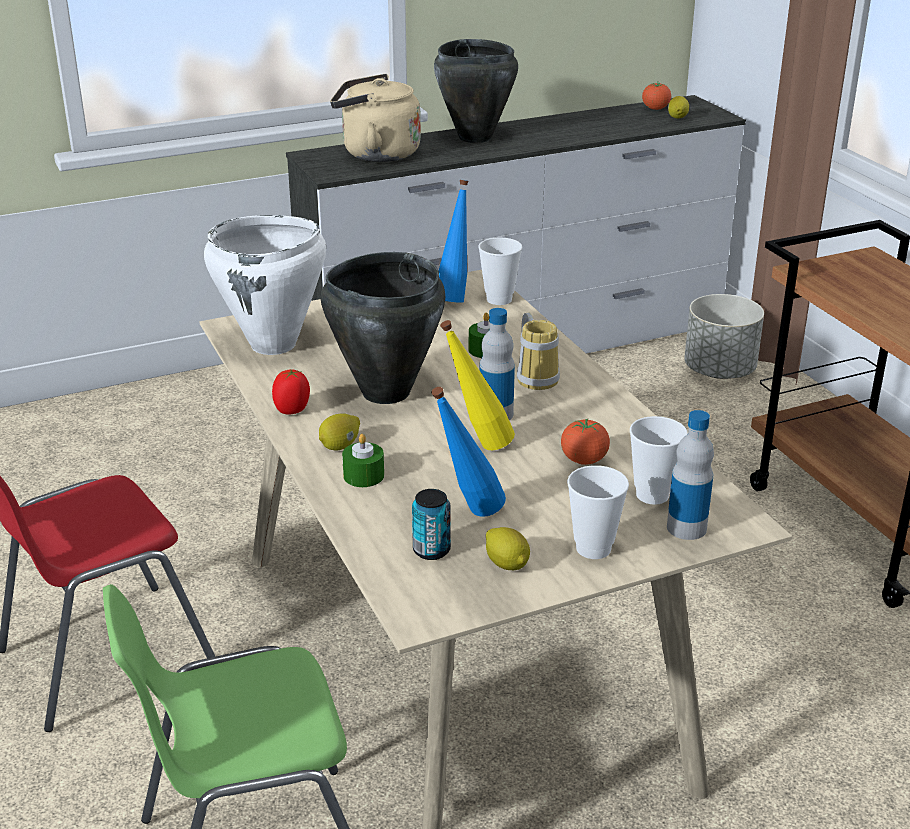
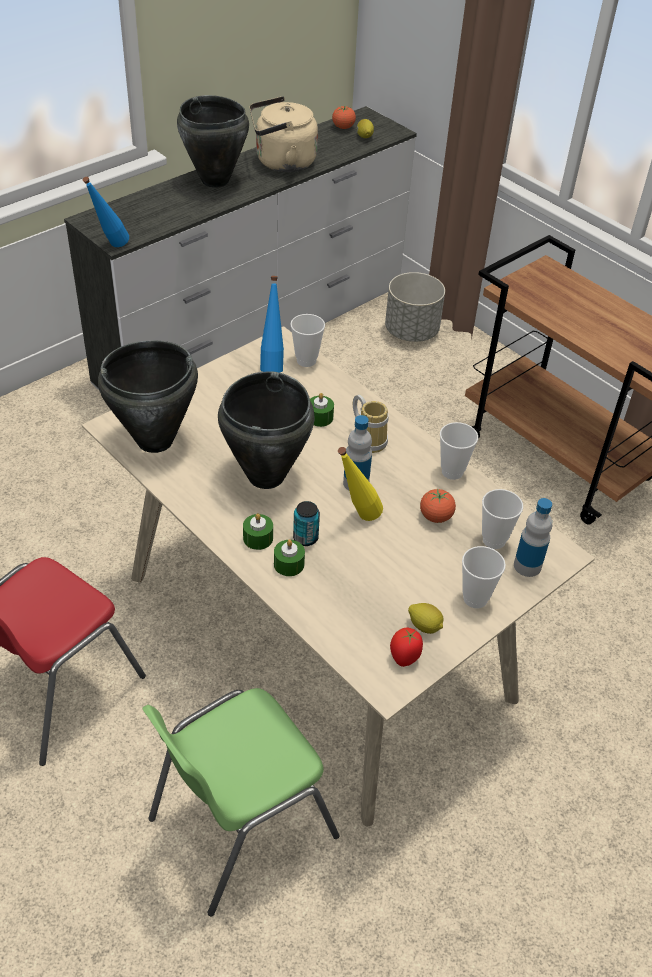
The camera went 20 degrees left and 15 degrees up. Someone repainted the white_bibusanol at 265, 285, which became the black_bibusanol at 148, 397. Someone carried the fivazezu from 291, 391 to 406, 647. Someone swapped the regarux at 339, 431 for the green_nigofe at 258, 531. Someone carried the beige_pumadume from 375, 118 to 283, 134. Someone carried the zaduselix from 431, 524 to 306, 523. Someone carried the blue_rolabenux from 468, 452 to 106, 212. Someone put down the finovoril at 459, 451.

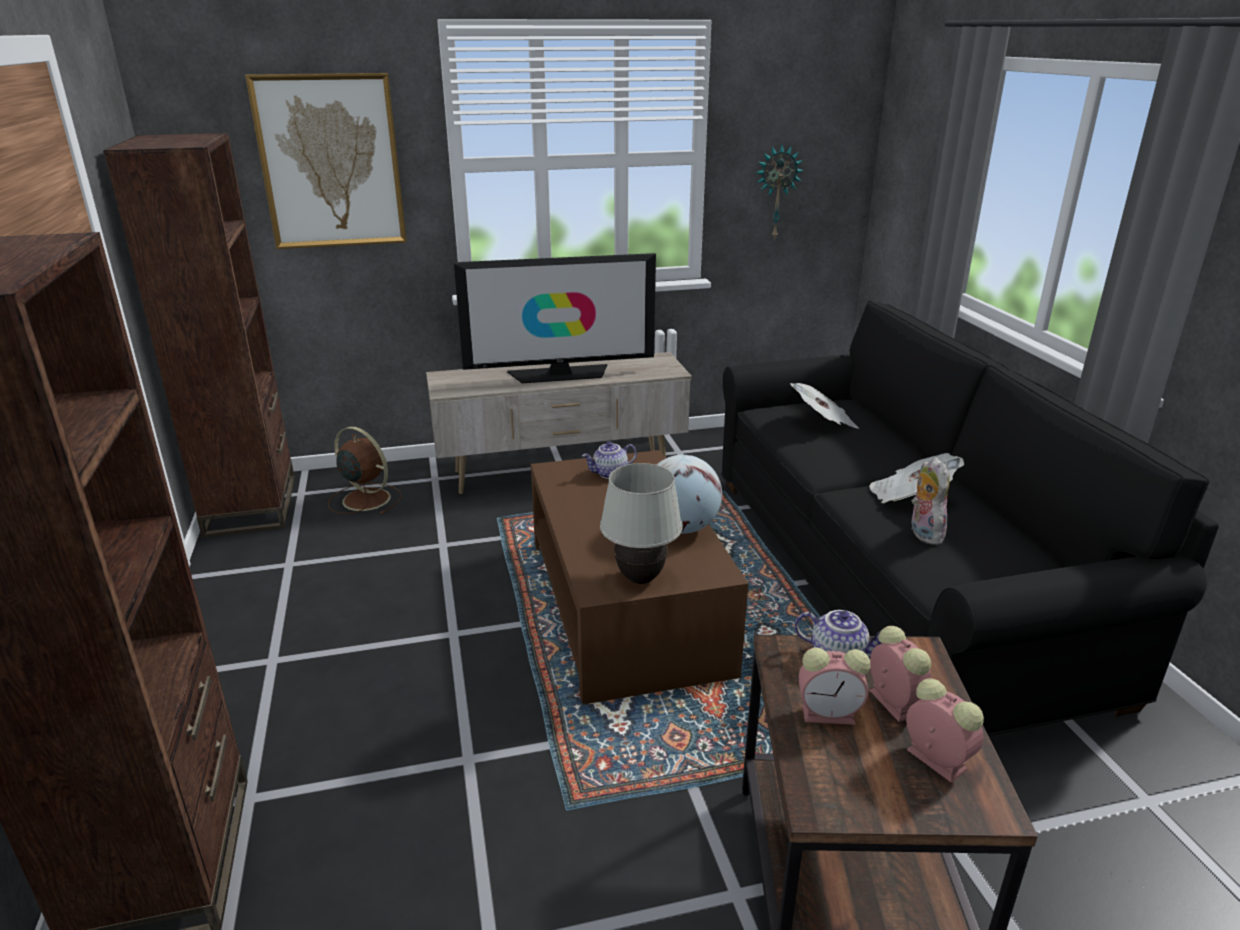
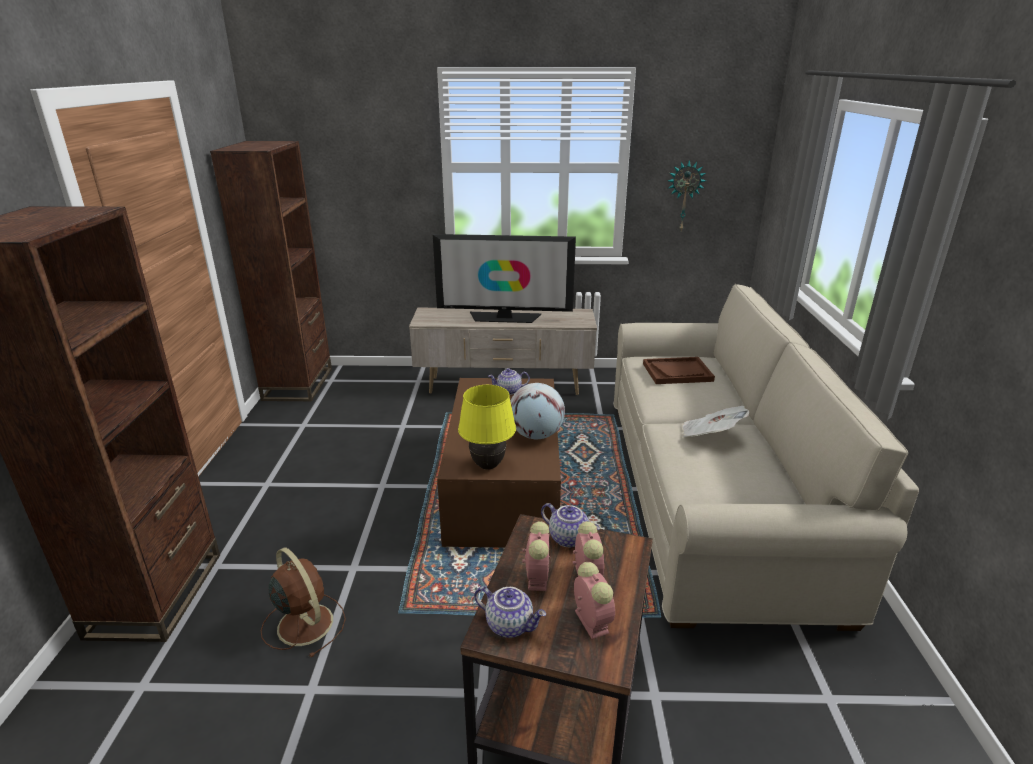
The camera went 15 degrees right and 0 degrees up. Someone took away the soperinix at 326, 161. Someone carried the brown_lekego from 365, 470 to 303, 603. Someone repainted the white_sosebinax at 641, 523, which became the yellow_sosebinax at 487, 427. Someone repainted the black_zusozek at 970, 518, which became the beige_zusozek at 766, 457. Someone swapped the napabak at 824, 406 for the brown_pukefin at 679, 370. Someone rotated the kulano at 834, 686 by 105 degrees counterclockwise. Someone took away the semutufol at 930, 501. Someone put down the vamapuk at 510, 612.

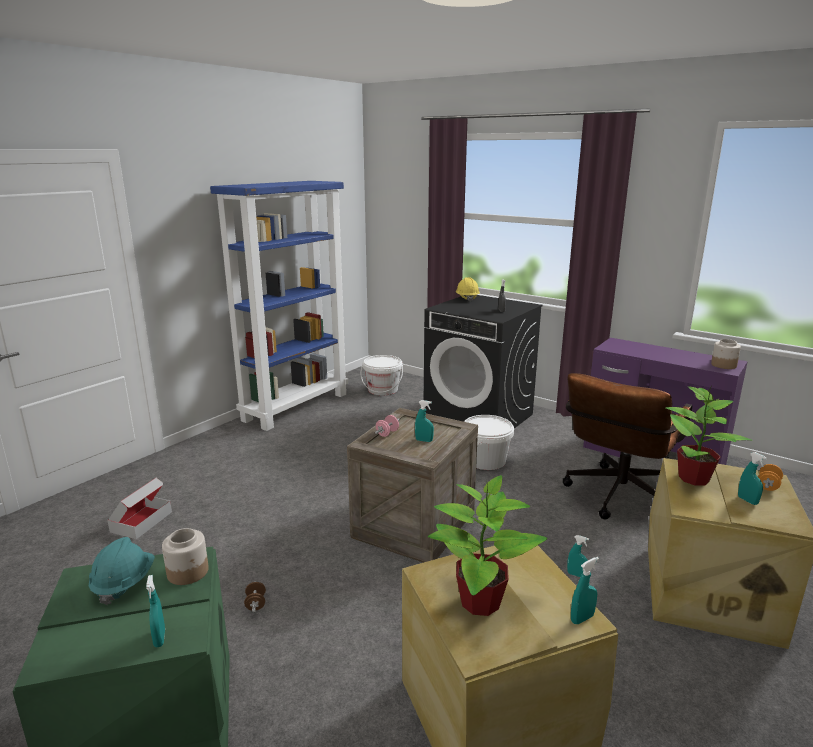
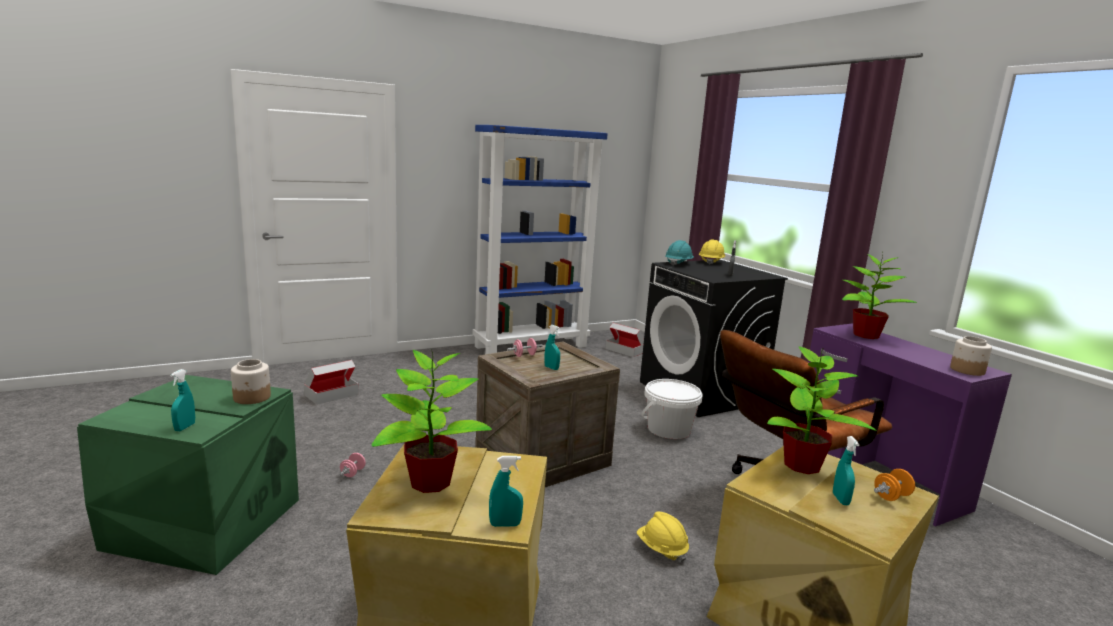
The camera went 25 degrees right and 5 degrees down. Someone carried the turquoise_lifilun from 122, 571 to 679, 253. Someone repainted the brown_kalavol at 255, 597, which became the pink_kalavol at 353, 465. Someone swapped the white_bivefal at 382, 375 for the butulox at 625, 340. Someone swapped the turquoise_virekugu at 578, 556 for the yellow_lifilun at 663, 537. Someone put down the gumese at 879, 295.

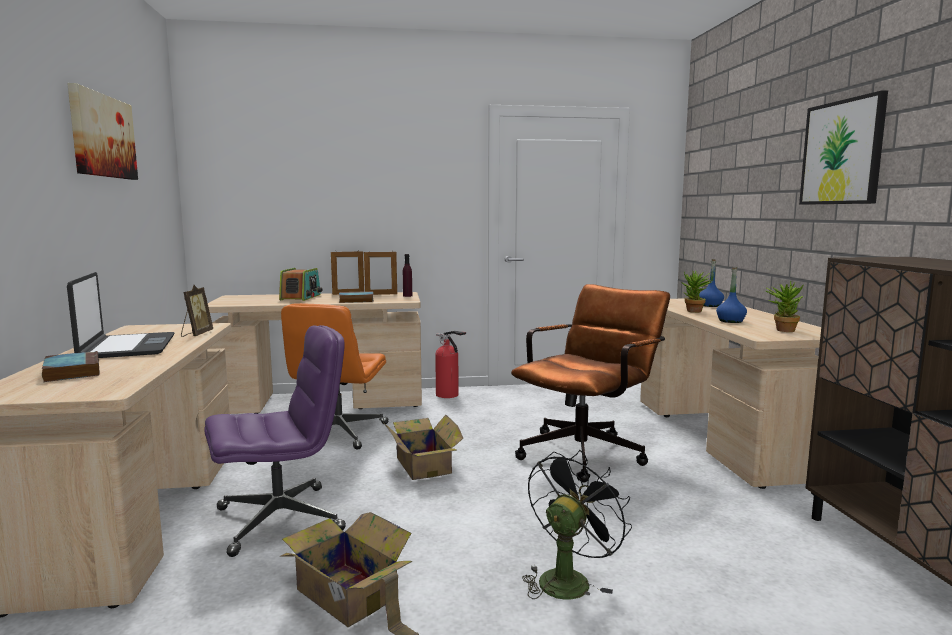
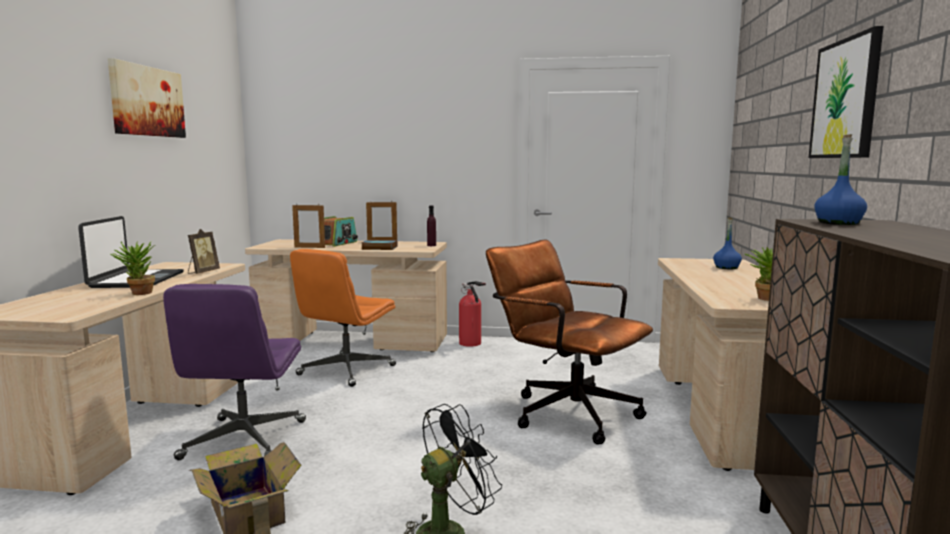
The camera went 15 degrees right and 0 degrees up. Someone took away the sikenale at 70, 366. Someone rotated the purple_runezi at 275, 441 by 105 degrees clockwise. Someone carried the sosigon from 380, 273 to 308, 226. Someone took away the butulox at 423, 447. Someone rotated the brown_runezi at 590, 383 by 105 degrees counterclockwise. Someone carried the gumese from 697, 292 to 132, 268. Someone carried the blue_rolabenux from 731, 295 to 840, 179.

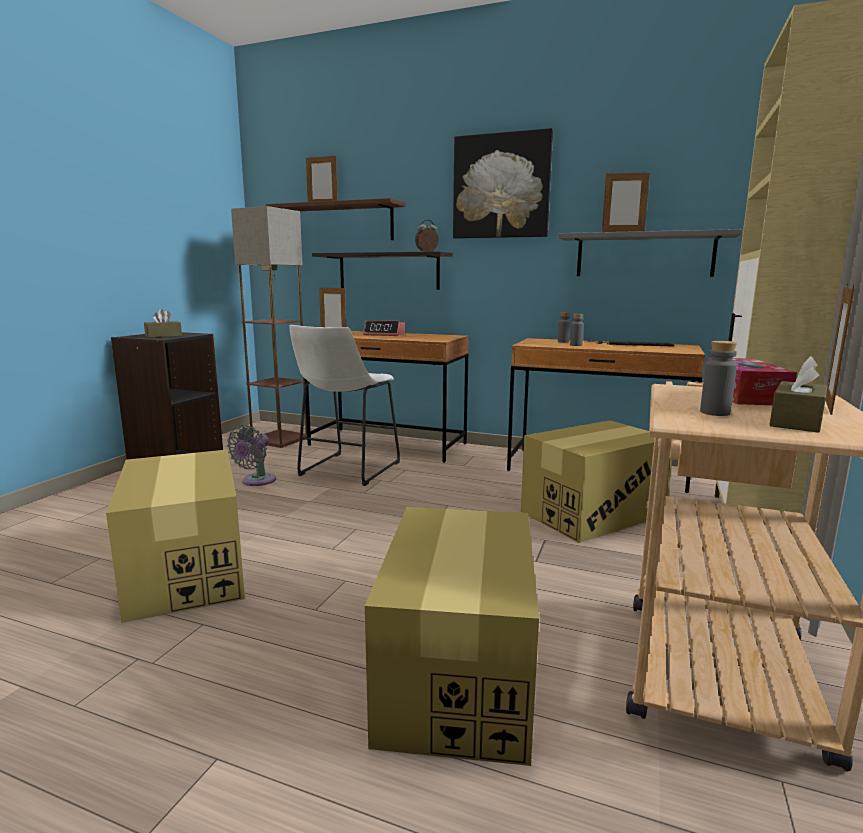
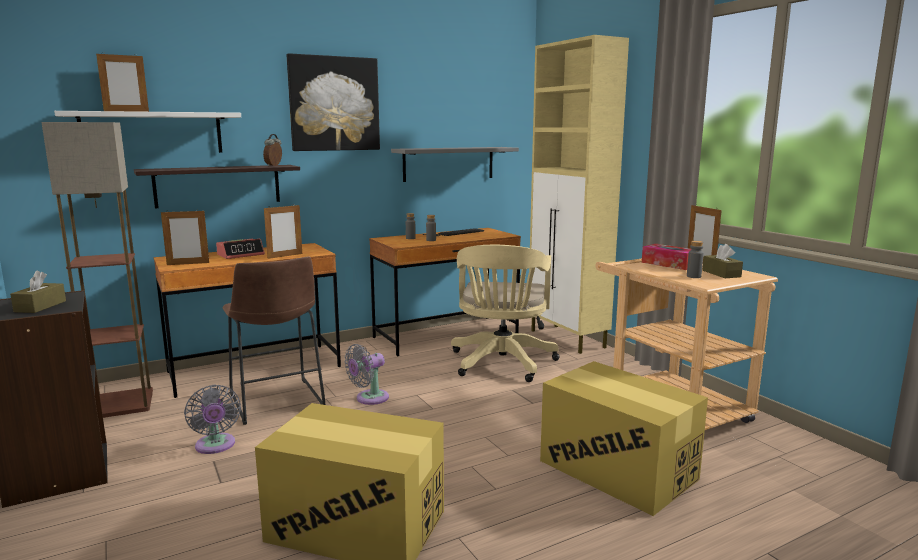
The camera went 50 degrees left and 0 degrees up. Someone repainted the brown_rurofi at 336, 219, which became the white_rurofi at 147, 132. Someone repainted the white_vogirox at 344, 405, which became the brown_vogirox at 274, 340. Someone swapped the butulox at 596, 481 for the beige_runezi at 505, 313. Someone carried the sosigon from 626, 201 to 283, 232. Someone put down the grey_lekego at 366, 374.

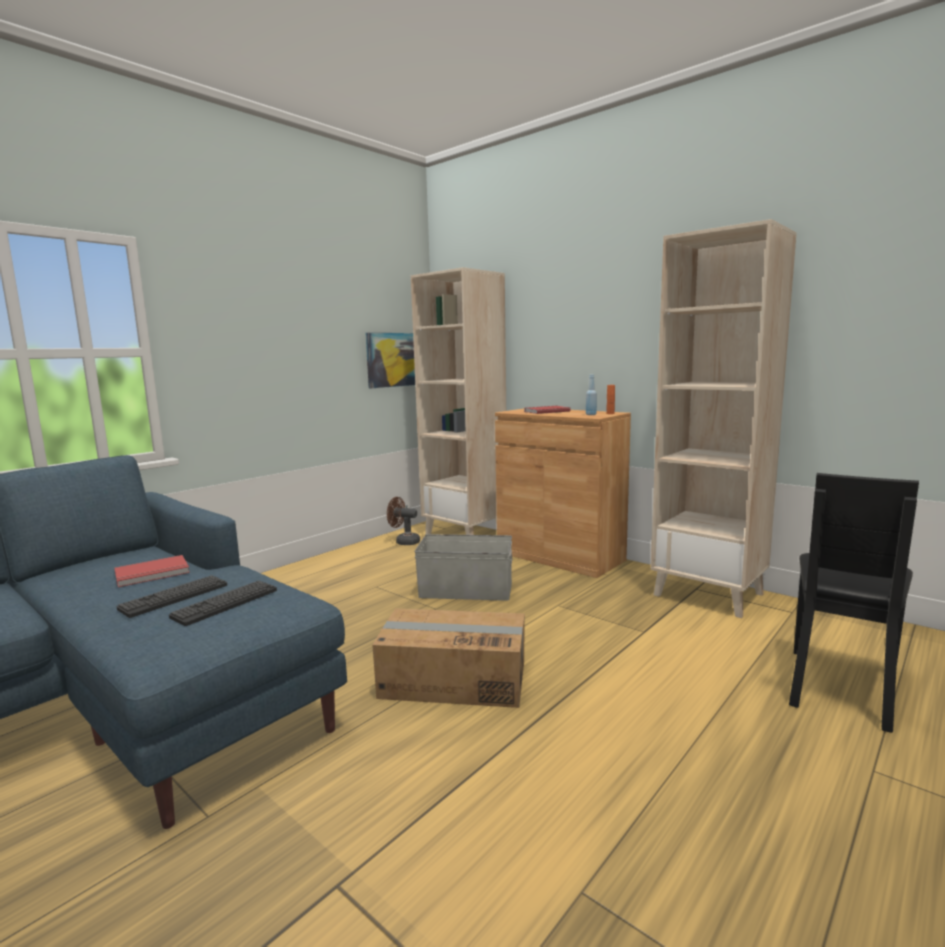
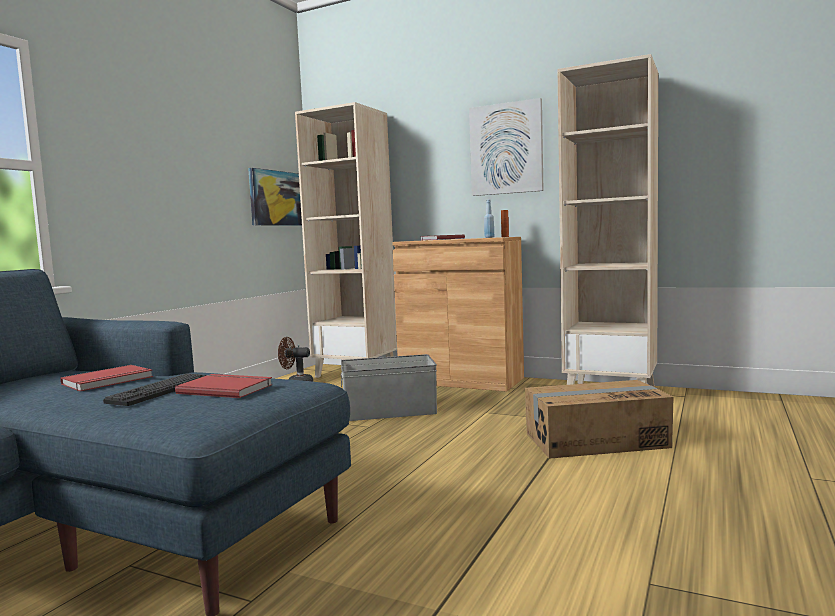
The camera went 15 degrees left and 5 degrees down. Someone swapped the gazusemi at 223, 603 for the red_sikenale at 224, 386. Someone carried the butulox from 448, 658 to 599, 419. Someone took away the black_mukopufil at 854, 603. Someone put up the soperinix at 506, 147.

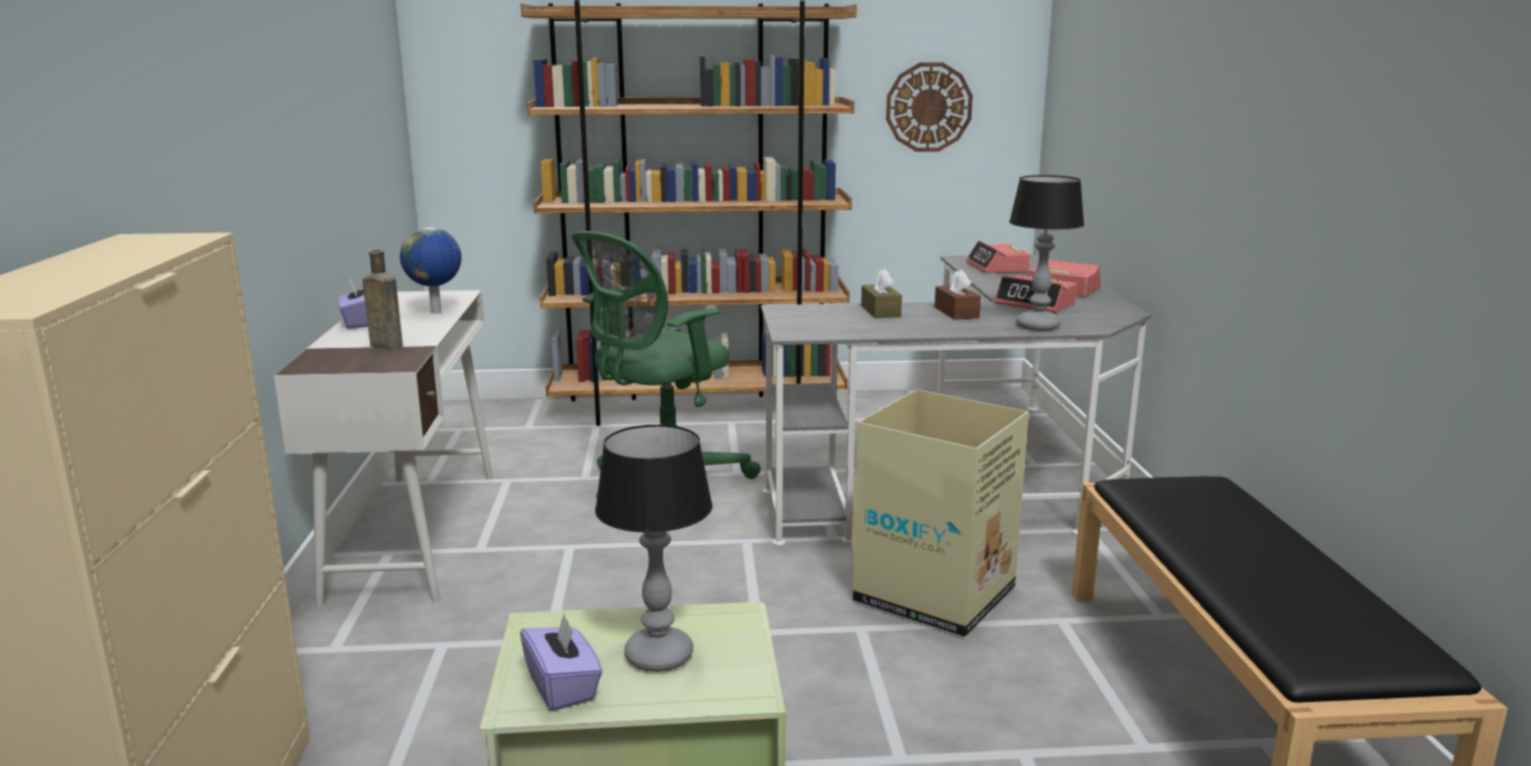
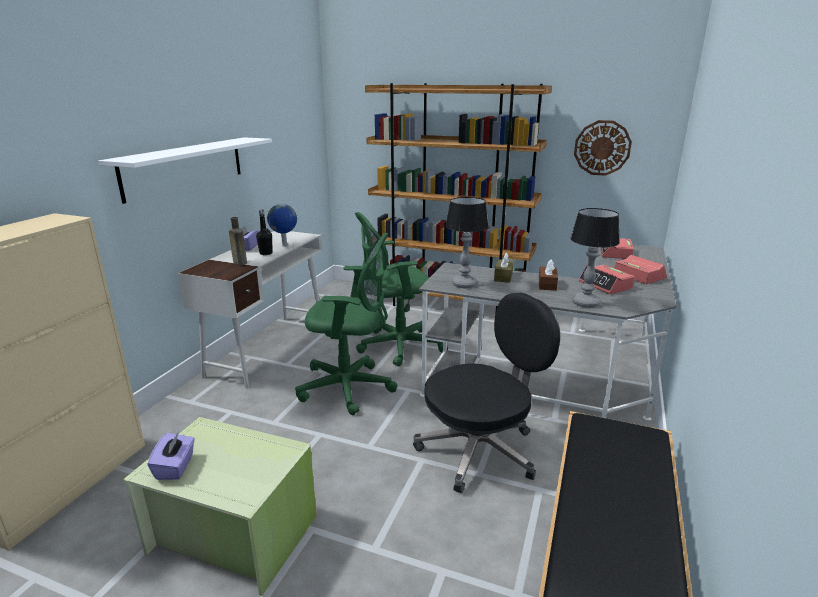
The camera went 25 degrees right and 5 degrees up. Someone carried the sosebinax from 654, 548 to 467, 242. Someone swapped the butulox at 940, 513 for the black_runezi at 486, 393. Someone put up the white_rurofi at 185, 170. Someone put down the black_rolabenux at 264, 232. Someone put down the green_runezi at 346, 324.

